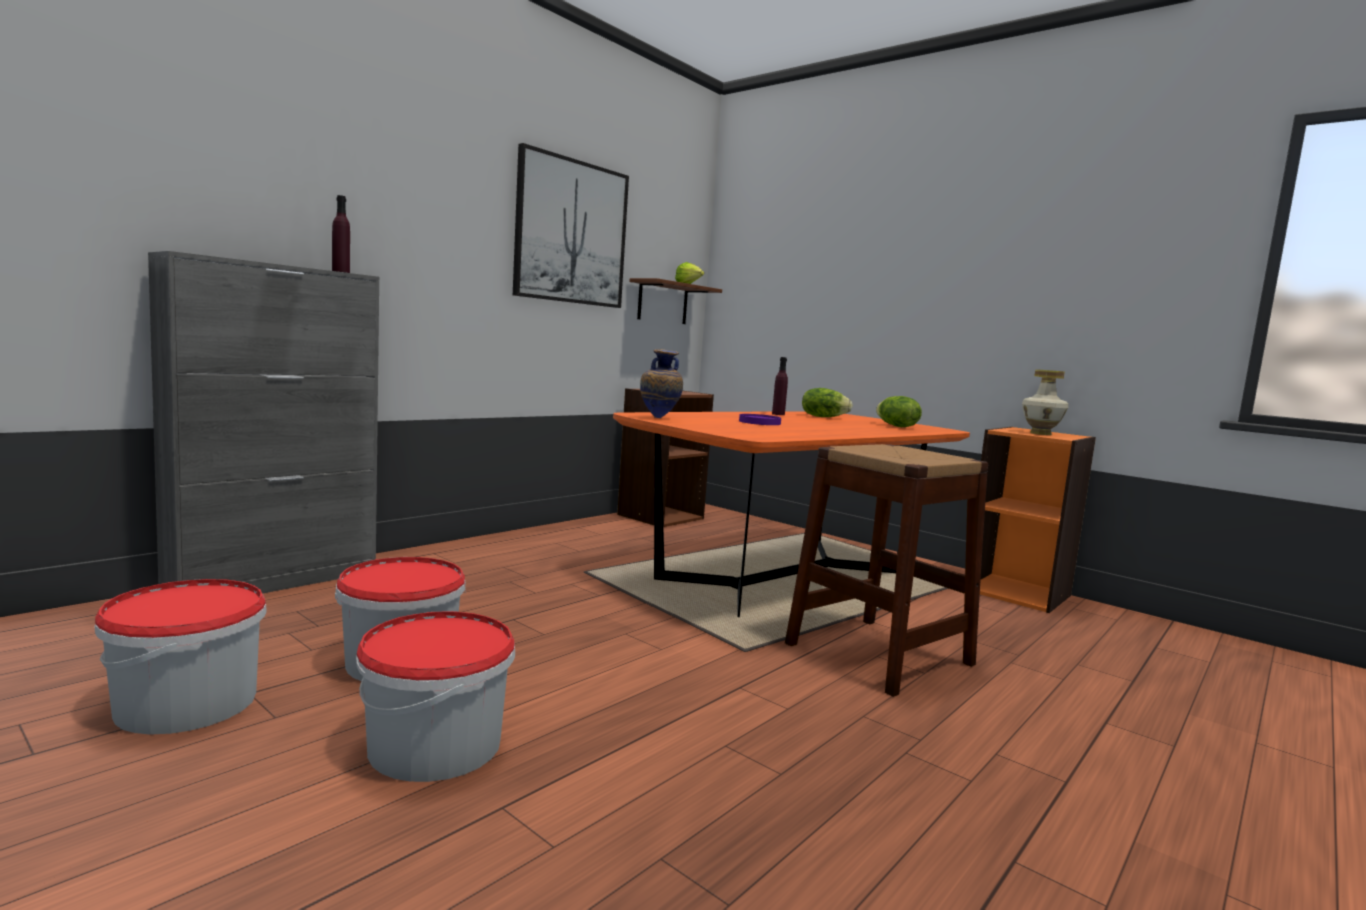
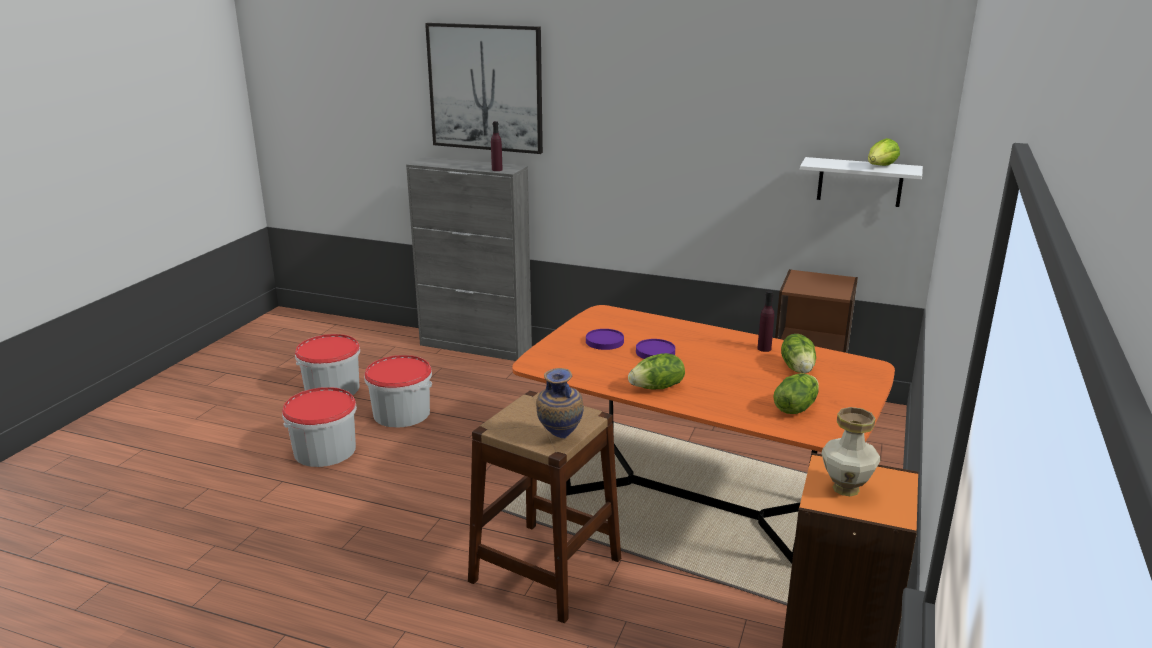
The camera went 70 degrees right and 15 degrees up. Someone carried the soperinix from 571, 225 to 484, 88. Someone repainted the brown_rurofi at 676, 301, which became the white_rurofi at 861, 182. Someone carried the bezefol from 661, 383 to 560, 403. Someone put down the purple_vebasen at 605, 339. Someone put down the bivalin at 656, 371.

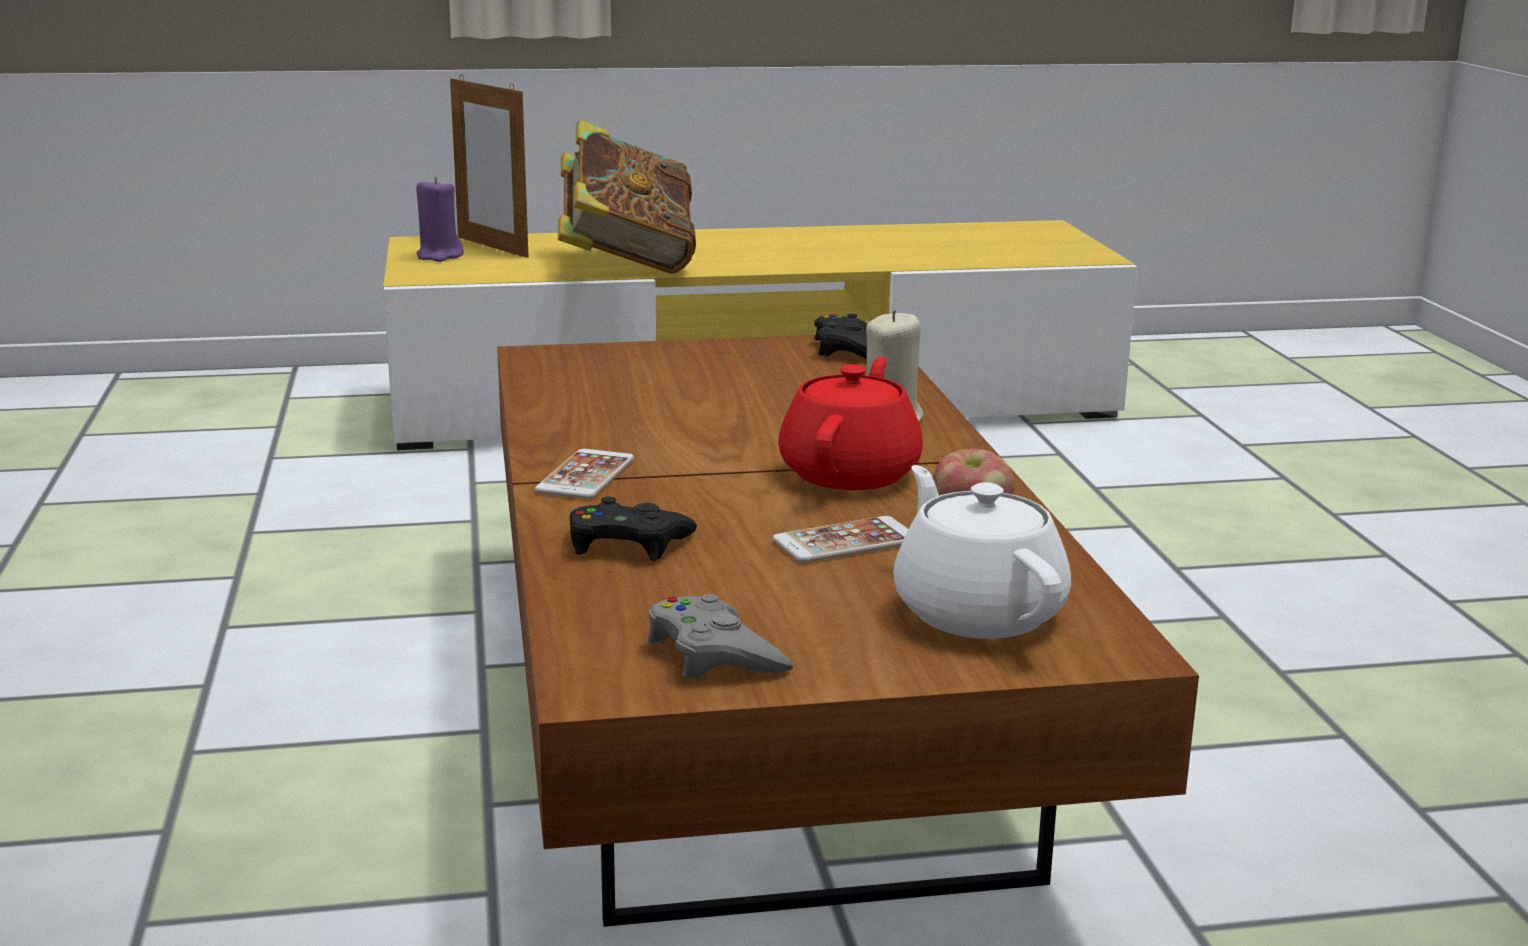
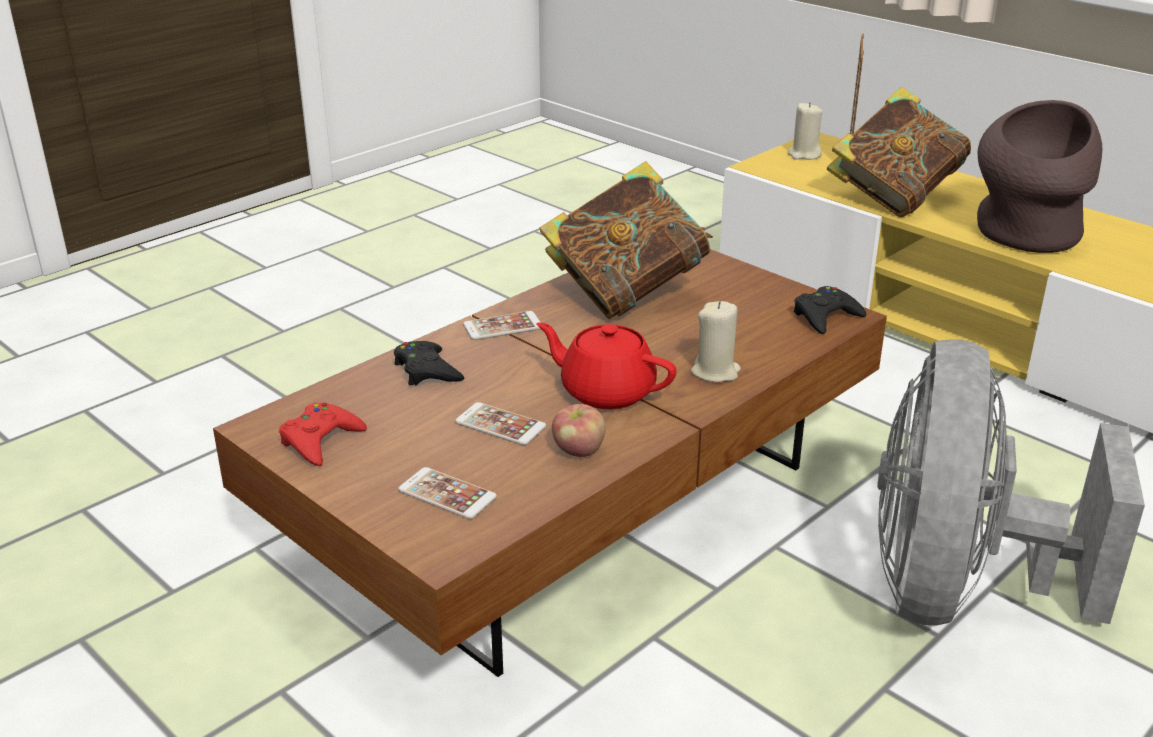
The camera went 55 degrees right and 10 degrees up. Someone repainted the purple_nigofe at 440, 219, which became the beige_nigofe at 805, 131. Someone repainted the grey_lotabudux at 720, 636, which became the red_lotabudux at 323, 434. Someone rotated the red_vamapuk at 850, 423 by 135 degrees counterclockwise. Someone swapped the white_vamapuk at 982, 552 for the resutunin at 447, 493. Someone put down the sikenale at 626, 240. Someone put down the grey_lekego at 1011, 483. Someone put down the brown_bezefol at 1039, 176.

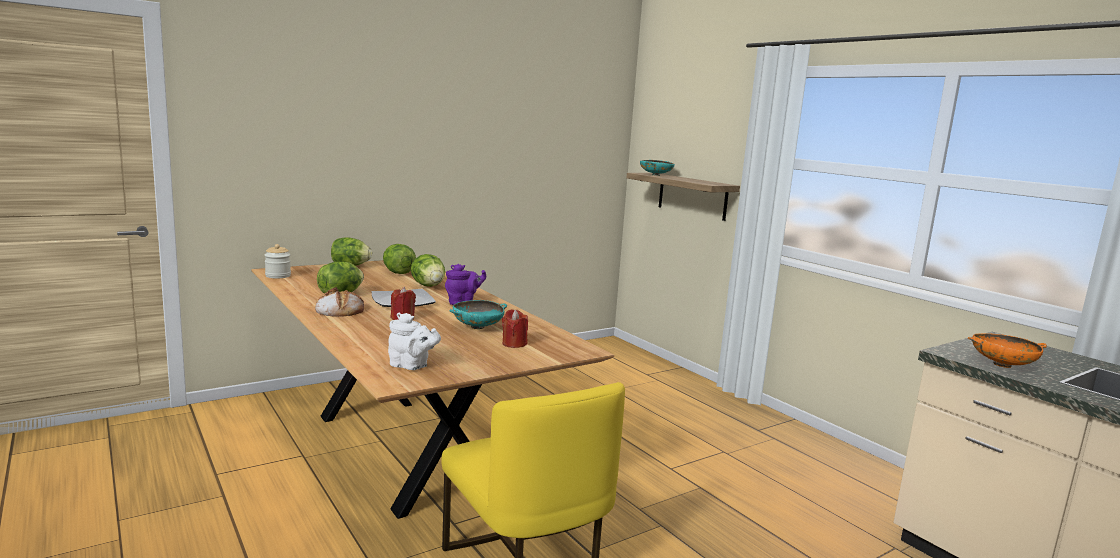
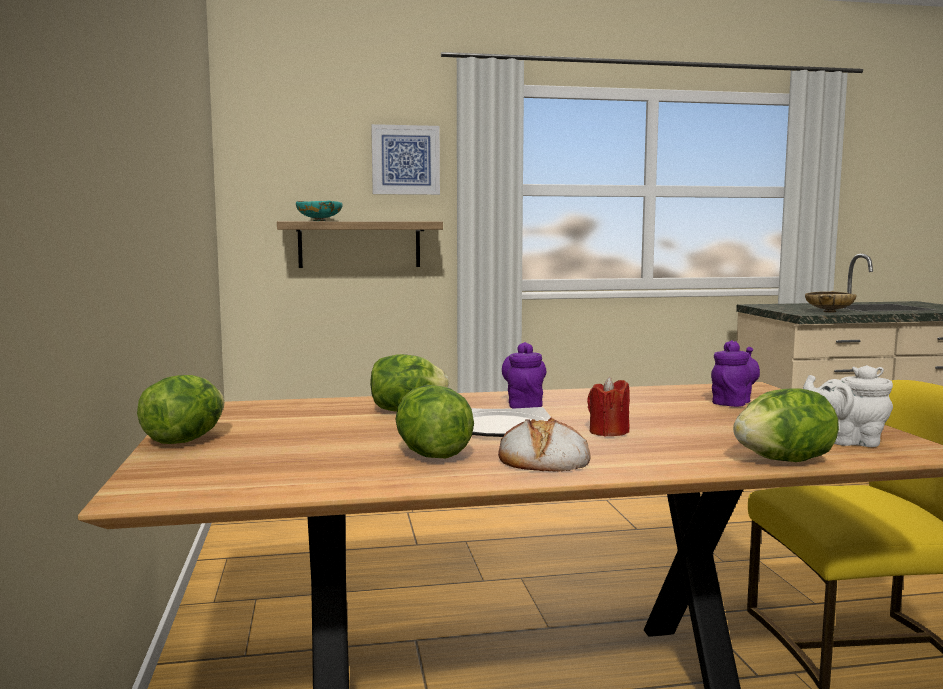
The camera went 65 degrees left and 5 degrees down. Someone took away the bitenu at 277, 261. Someone carried the bivalin from 399, 259 to 786, 425. Someone rotated the white_vamapuk at 414, 341 by 120 degrees counterclockwise. Someone took away the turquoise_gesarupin at 478, 314. Someone swapped the red_nigofe at 515, 328 for the purple_vamapuk at 735, 373. Someone repainted the orange_gesarupin at 1007, 350, which became the beige_gesarupin at 830, 301. Someone put up the soperinix at 405, 159.

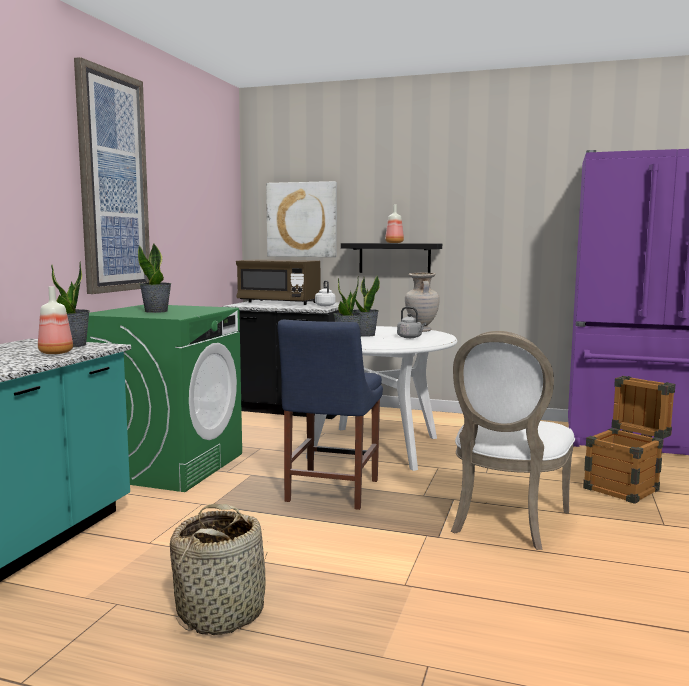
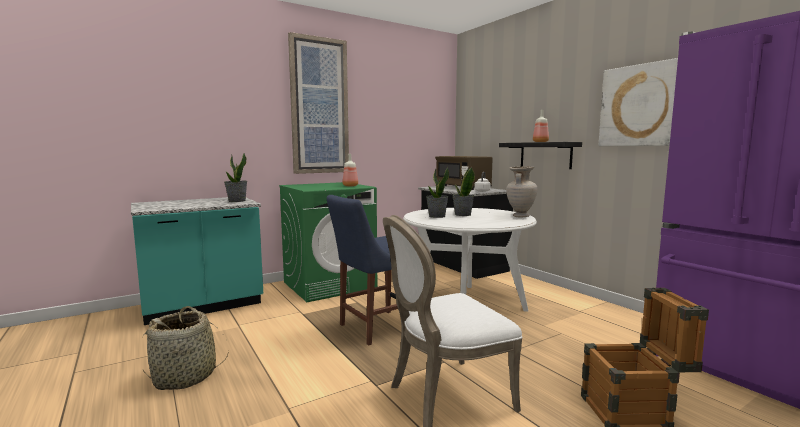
The camera went 40 degrees right and 0 degrees up. Someone carried the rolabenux from 55, 320 to 350, 170. Someone took away the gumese at 154, 278. Someone carried the soperinix from 301, 219 to 638, 102. Someone took away the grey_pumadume at 411, 322.

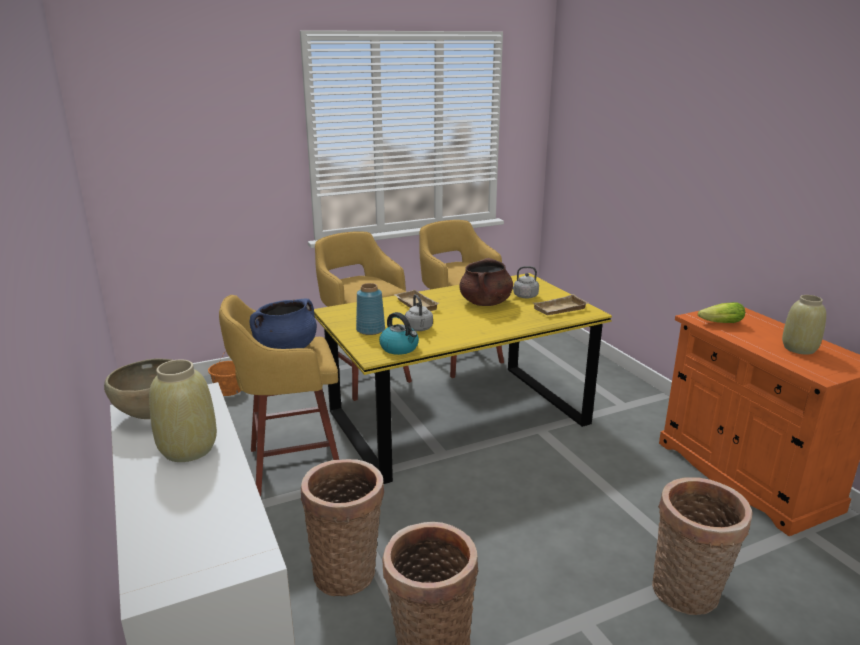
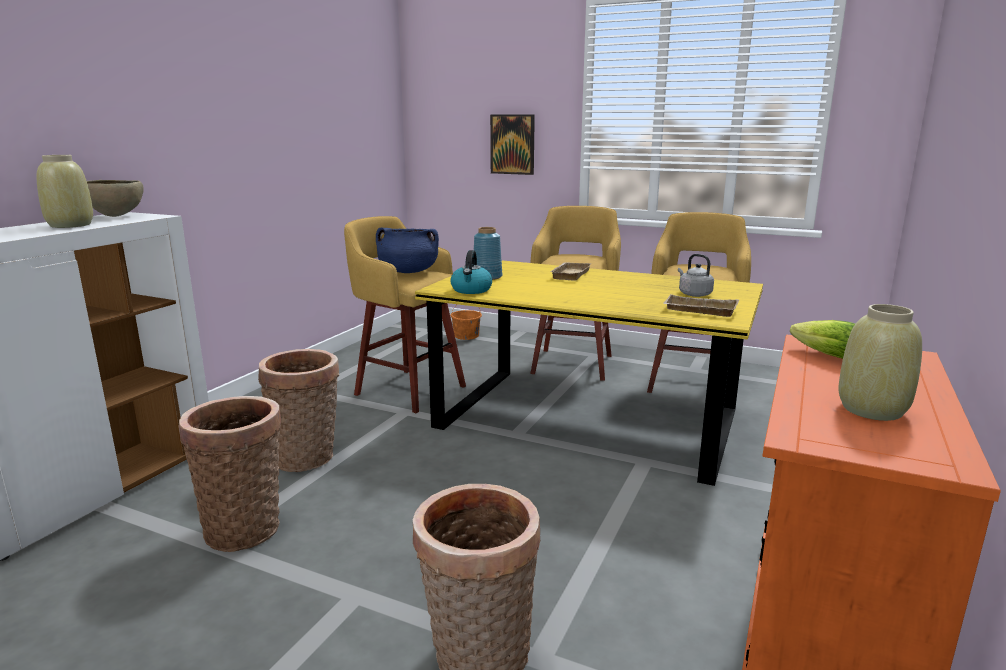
The camera went 50 degrees right and 5 degrees down. Someone took away the grey_pumadume at 419, 312. Someone took away the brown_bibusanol at 486, 282. Someone put up the soperinix at 512, 144.

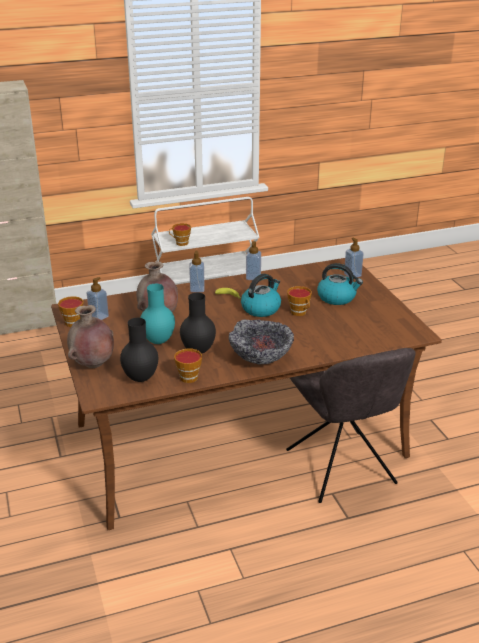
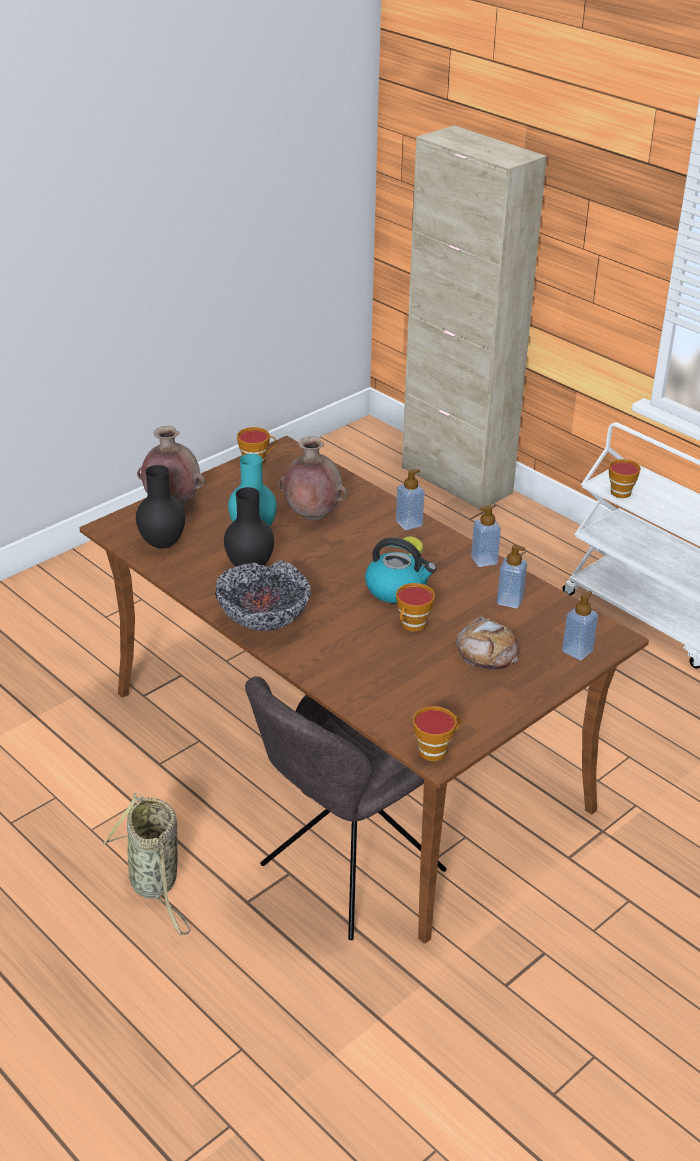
The camera went 65 degrees right and 5 degrees up. Someone carried the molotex from 98, 298 to 512, 576. Someone carried the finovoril from 188, 365 to 437, 733. Someone swapped the pumadume at 340, 284 for the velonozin at 487, 643. Someone put down the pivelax at 146, 864.

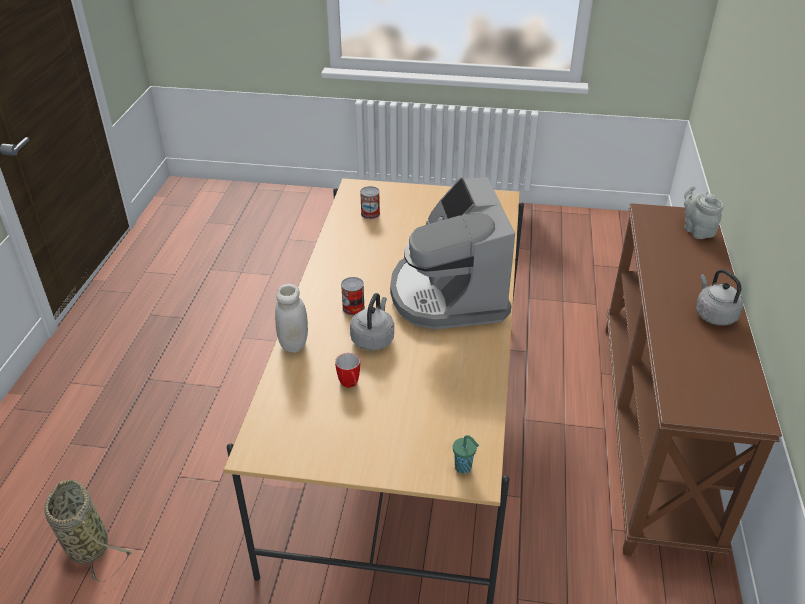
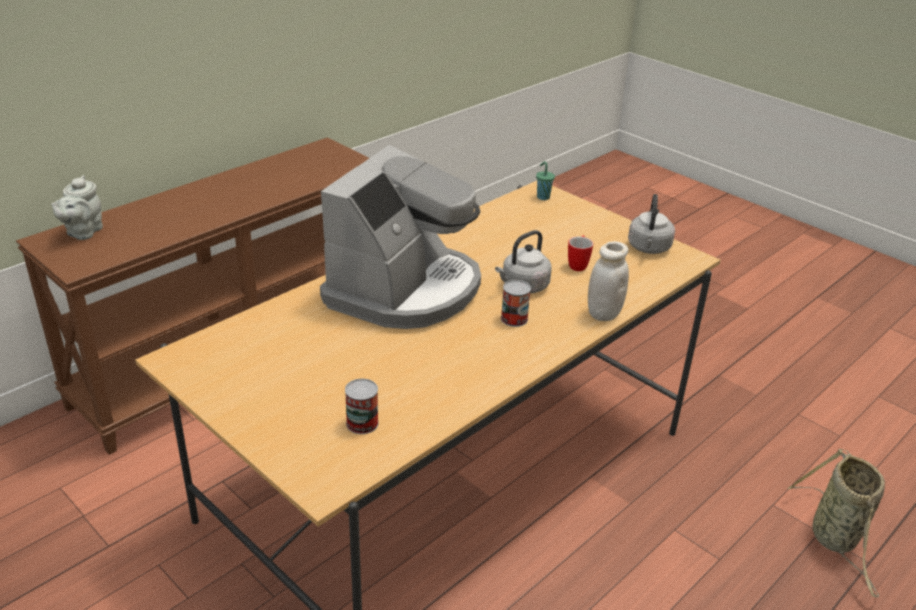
The camera went 145 degrees left and 5 degrees down. Someone carried the grey_pumadume from 719, 297 to 651, 224.

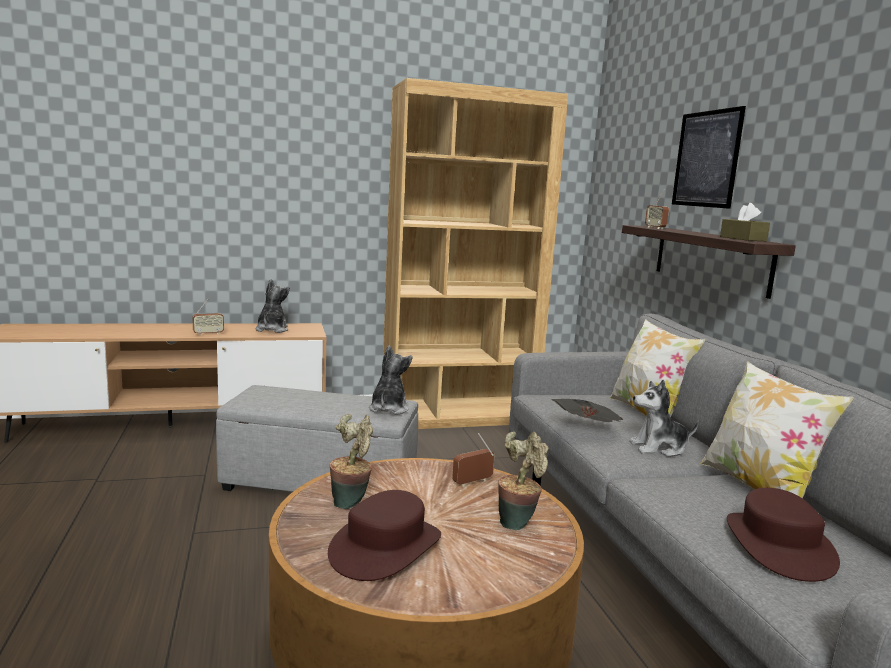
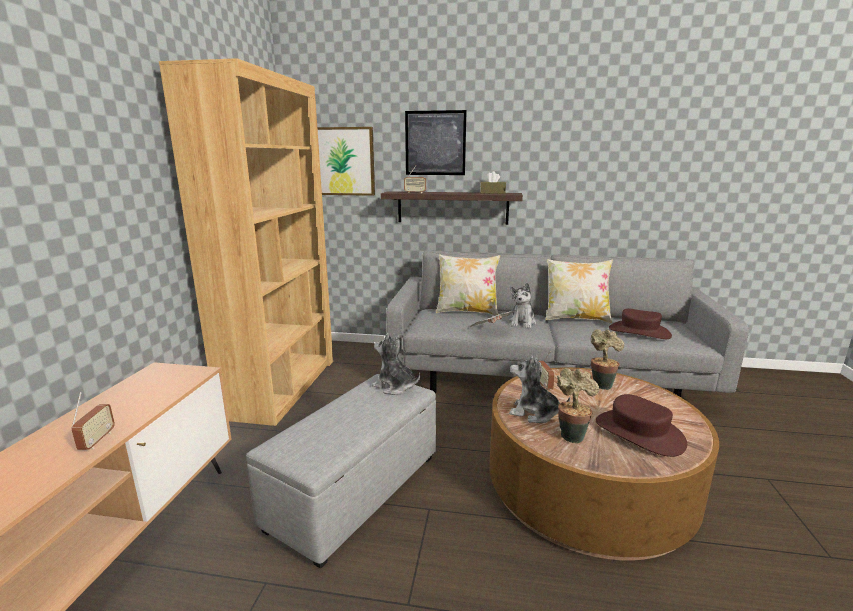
The camera went 65 degrees left and 5 degrees up. Someone carried the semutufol from 273, 306 to 539, 389. Someone put up the soperinix at 346, 161.

